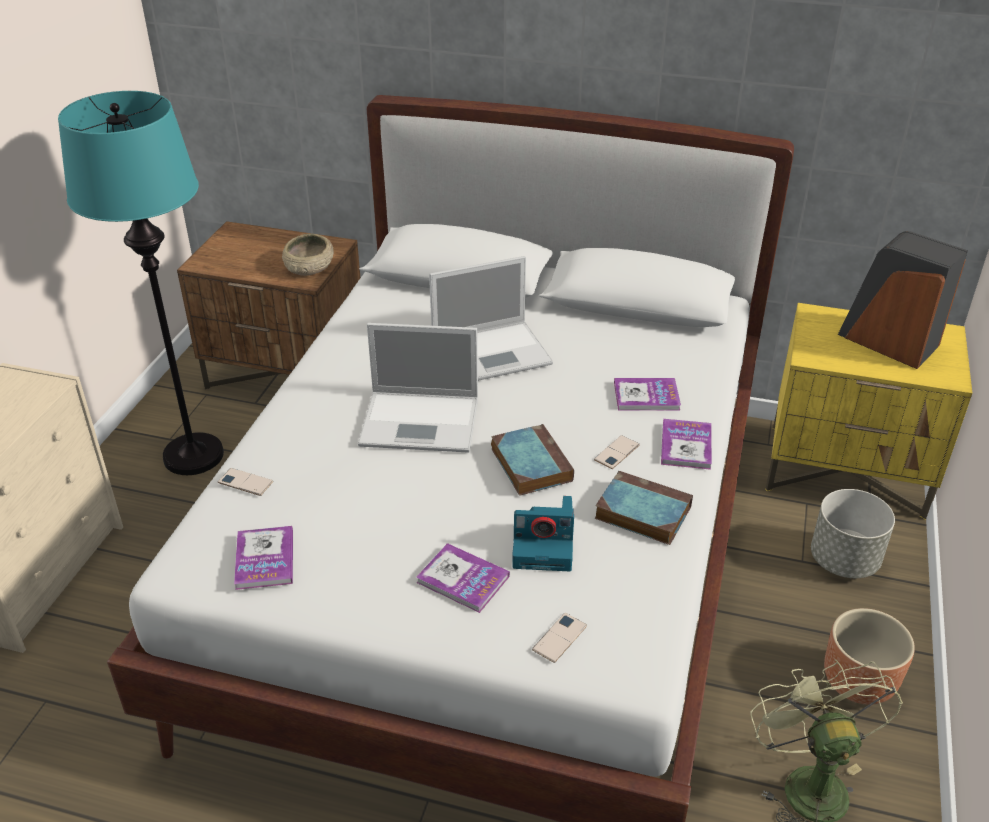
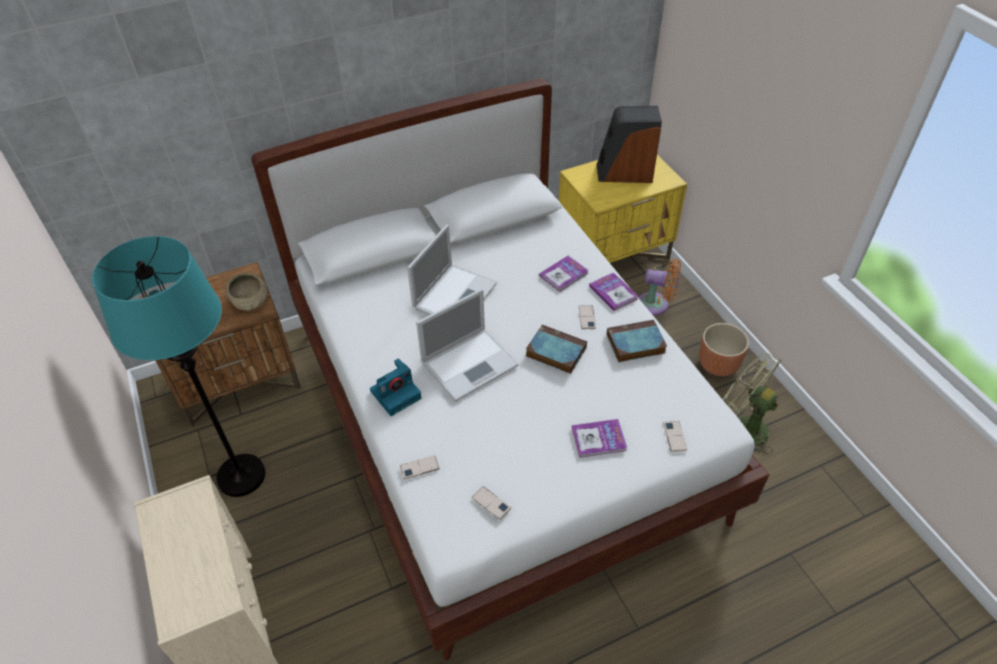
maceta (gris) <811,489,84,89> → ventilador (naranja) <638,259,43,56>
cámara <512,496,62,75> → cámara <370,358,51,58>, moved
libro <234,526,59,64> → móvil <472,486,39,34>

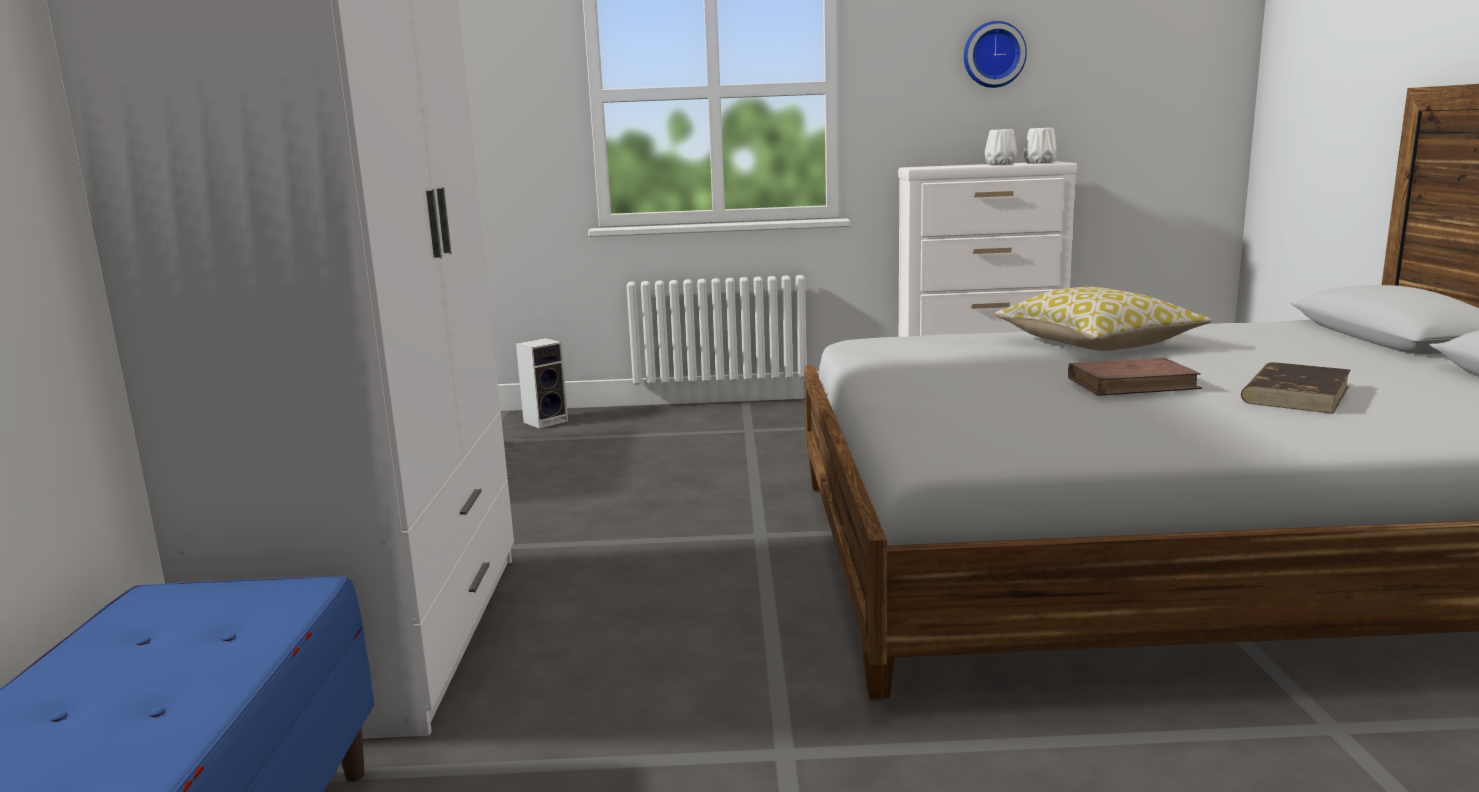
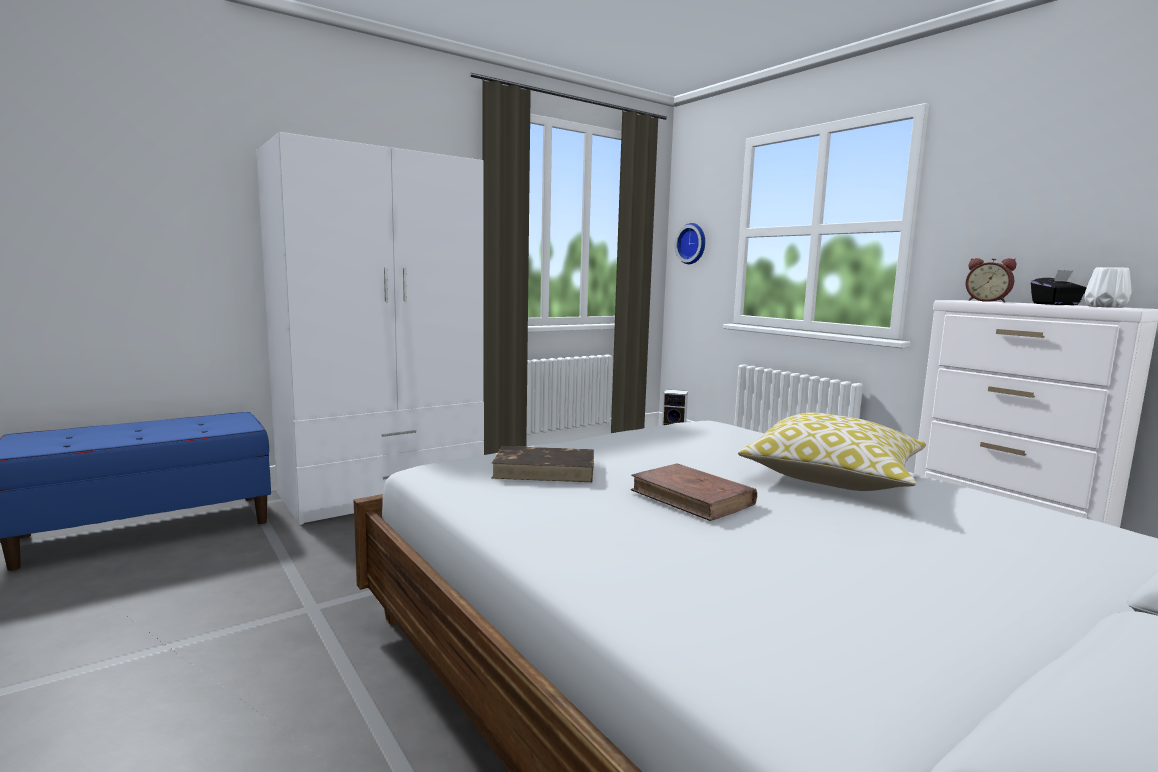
reloj de pared <964,21,63,67> → reloj de pared <675,223,30,41>, moved
florero (blanco) <985,129,32,36> → caja de pañuelos (negro) <1031,270,56,35>
libro (marrón) <1241,362,110,52> → libro (marrón) <491,446,103,36>, moved
- → despertador <965,258,52,44>

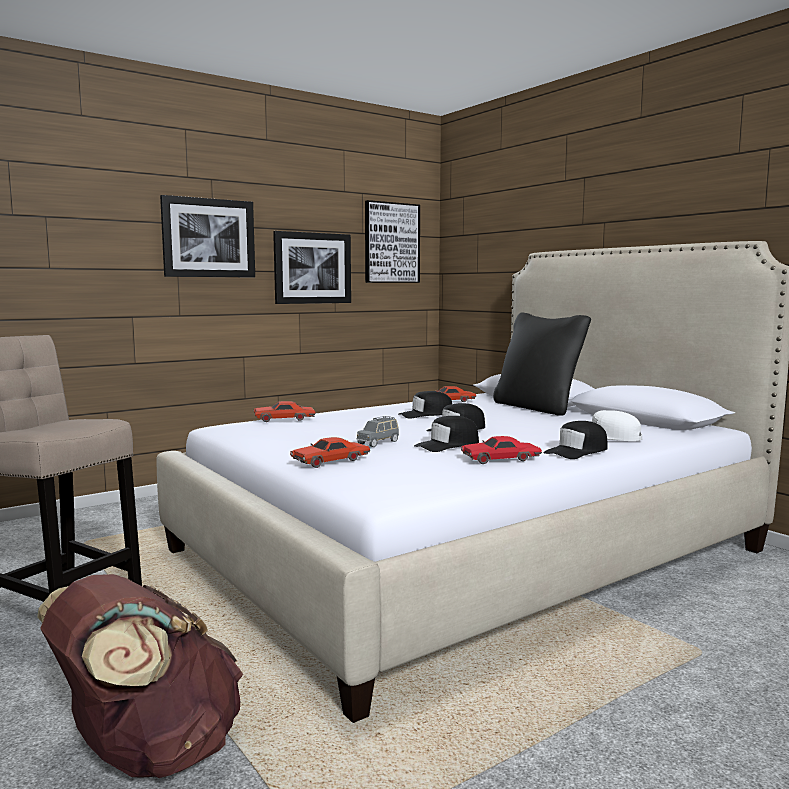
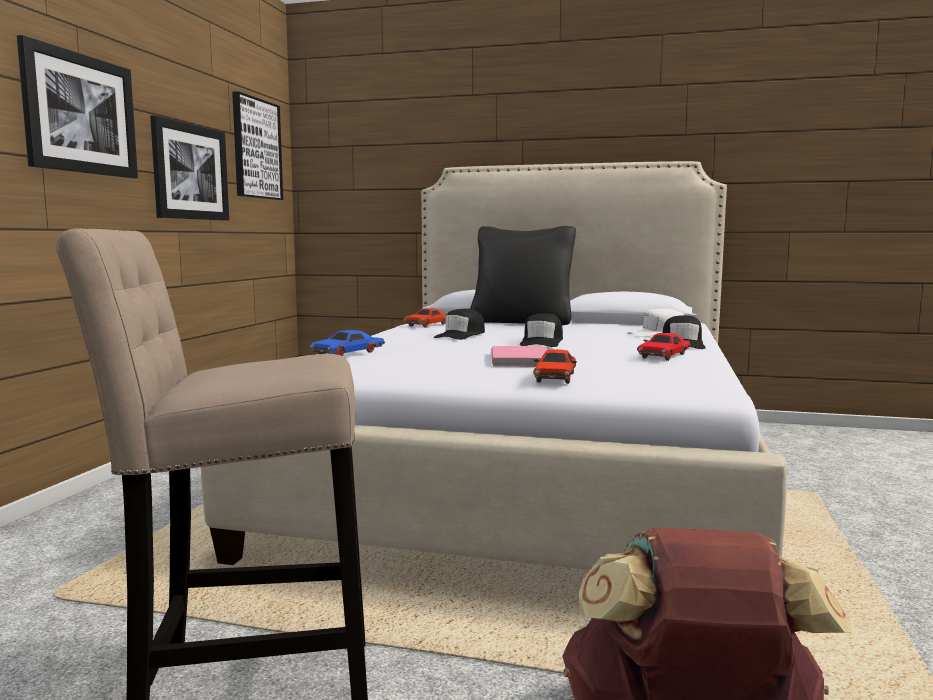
coche de juguete (rojo) <254,401,62,21> → coche de juguete (azul) <310,330,75,26>
coche de juguete (gris) <356,416,43,31> → libro (rosa) <491,346,57,21>
gorra (negro) <414,416,65,36> → -

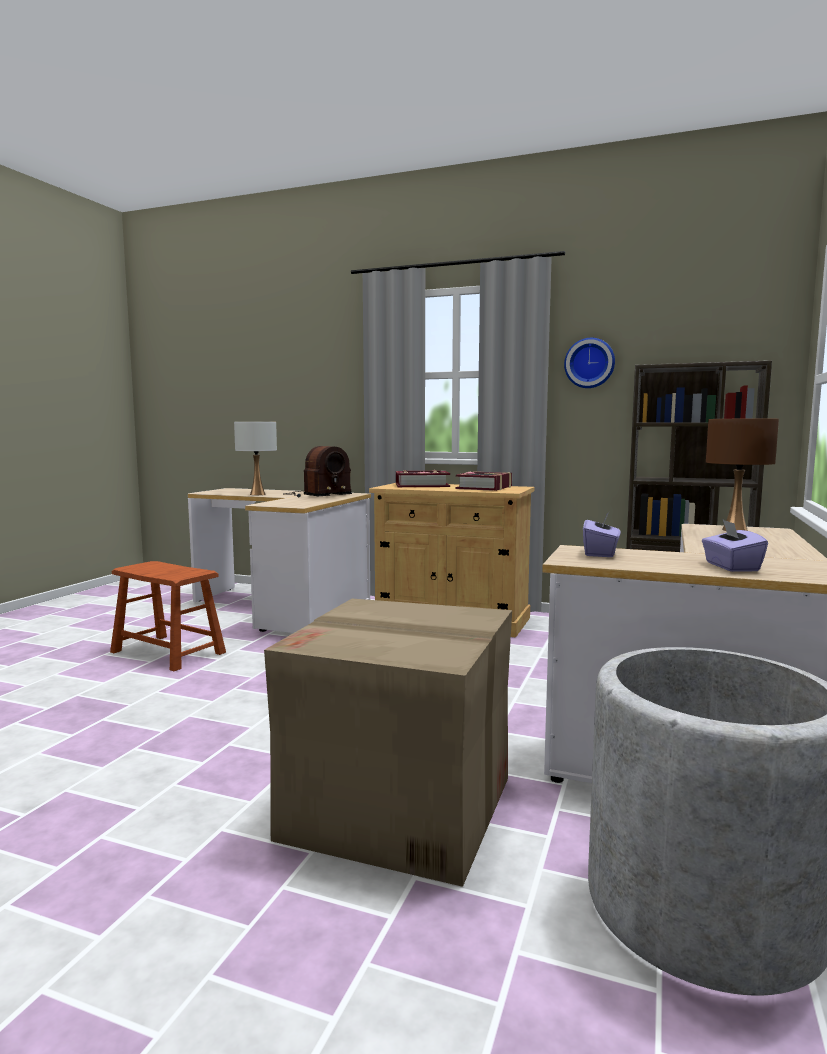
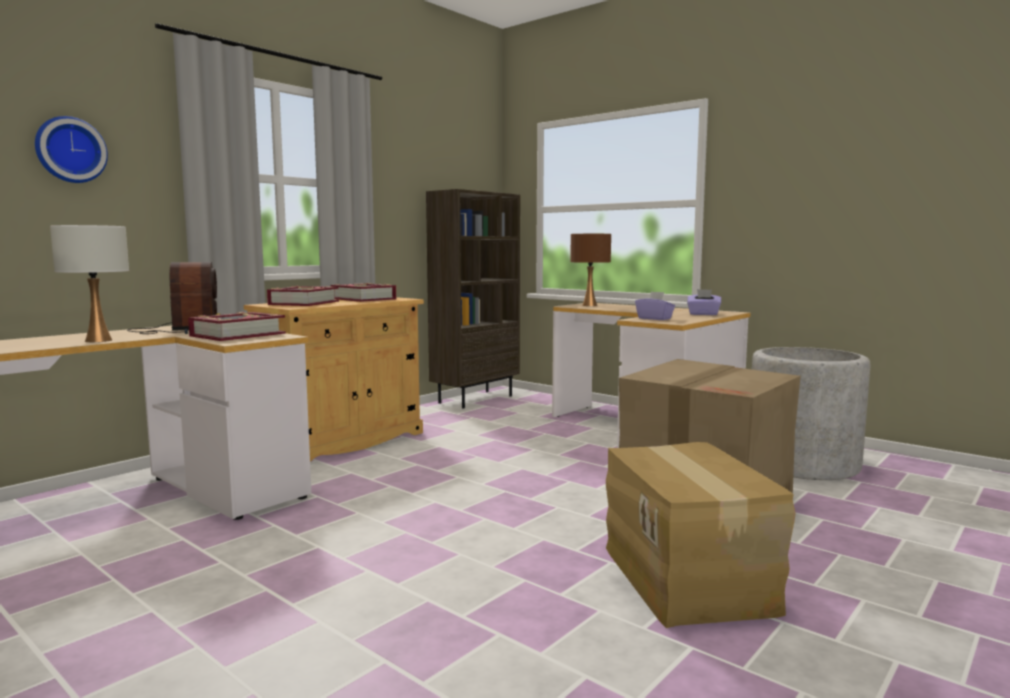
reloj de pared <564,338,51,50> → reloj de pared <35,116,73,67>, moved
taburete (marrón) <110,561,116,110> → -
- → libro <188,312,98,29>
- → caja de cartón <606,442,189,186>

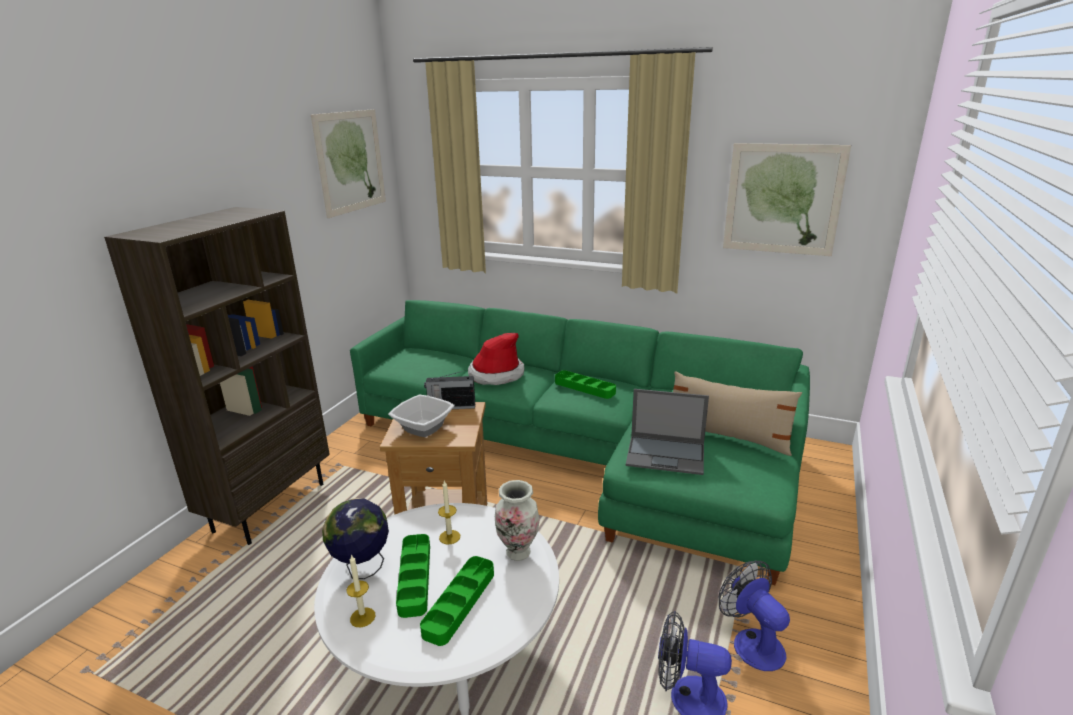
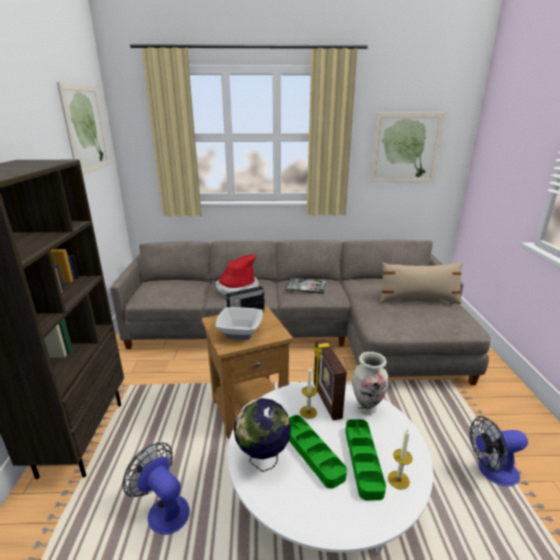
sofá (verde) <350,300,460,285> → sofá (gris) <110,240,381,145>
bandeja (verde) <555,370,61,29> → libro <286,278,40,16>
portátil <626,389,83,86> → -
vela <347,554,28,73> → vela <388,429,25,61>, moved
ventilador <719,561,71,110> → ventilador <122,442,68,93>, moved
- → portarretratos <314,339,33,82>

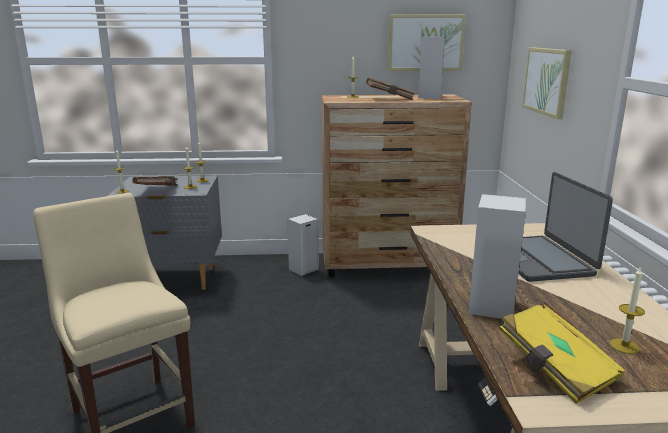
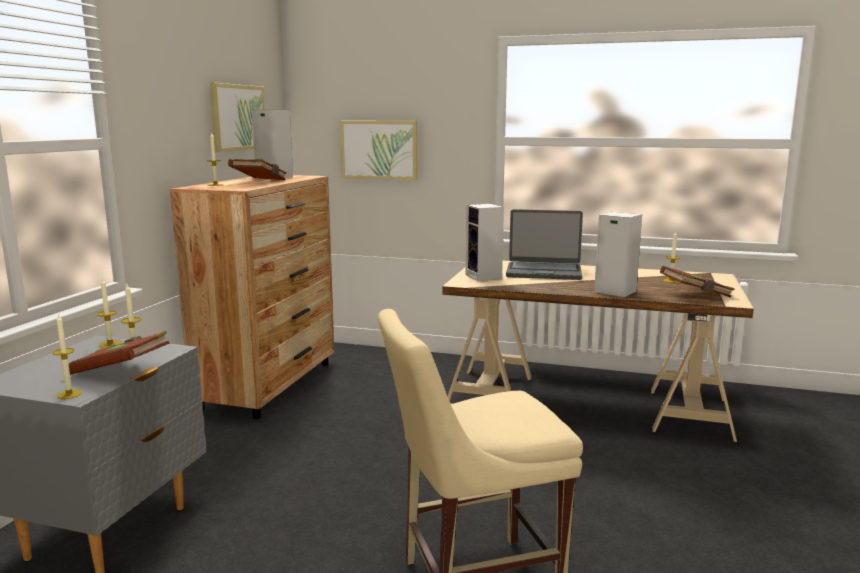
altavoz <287,214,32,62> → altavoz <466,204,38,77>, moved
libro (amarillo) <499,302,126,102> → libro (marrón) <660,266,75,32>

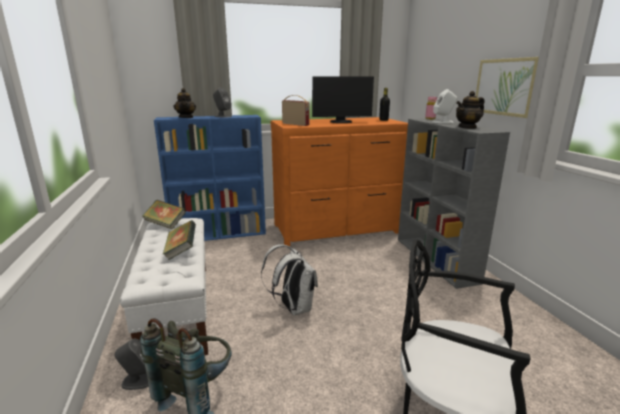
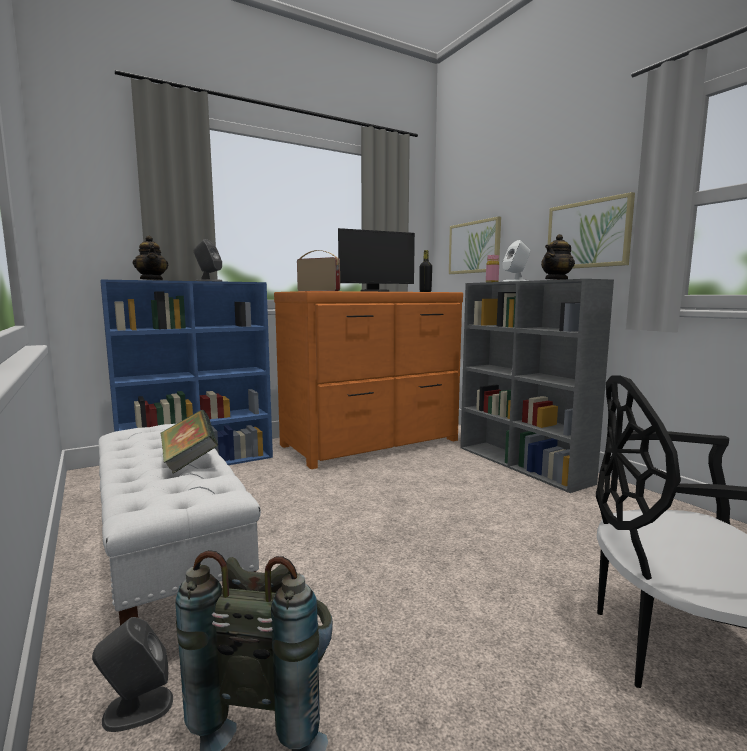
libro <142,200,44,30> → -
mochila (blanco) <261,244,57,72> → -
- → cuadro <449,216,52,58>

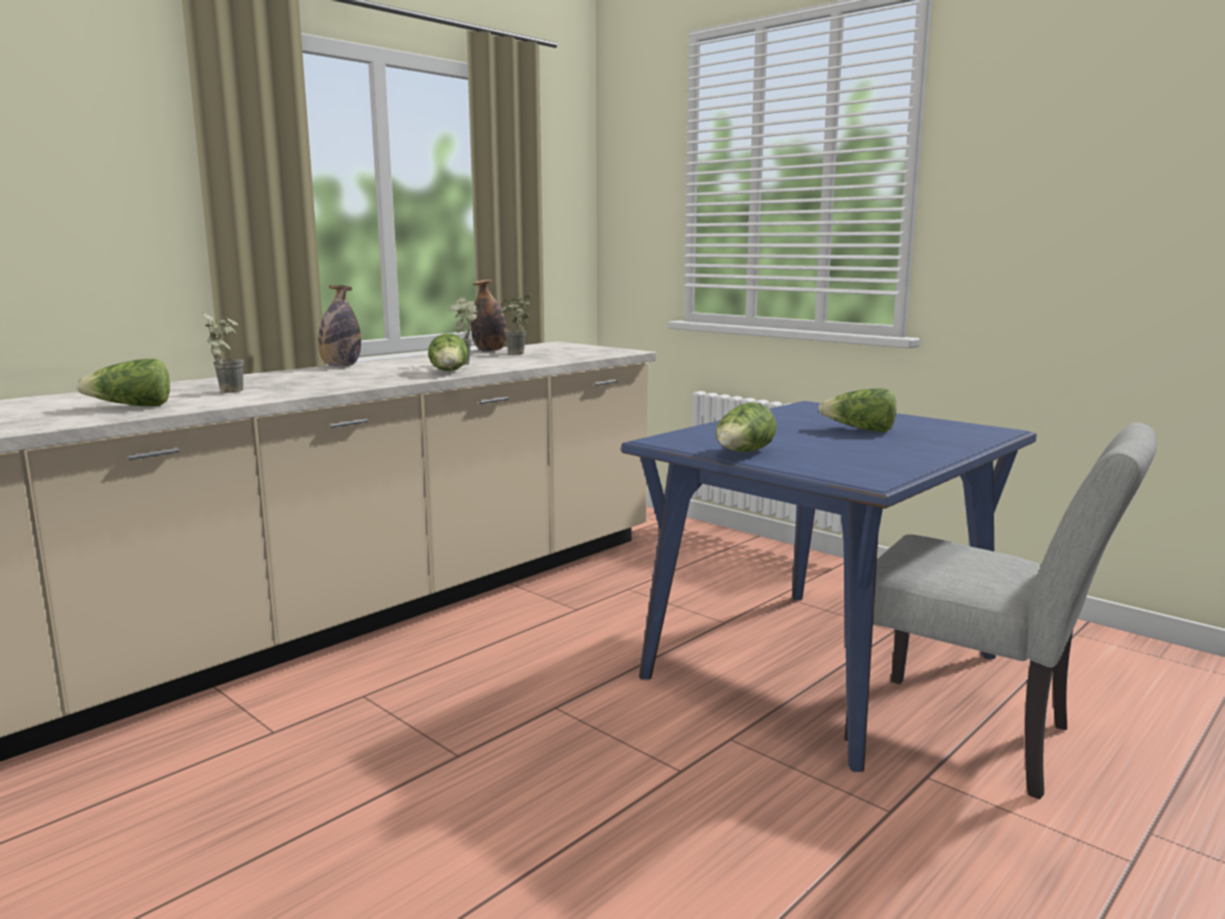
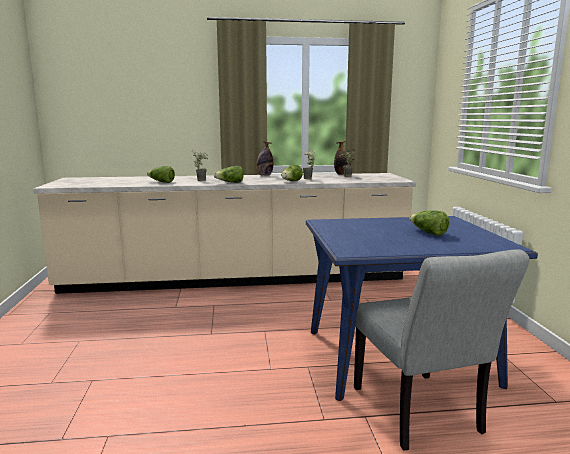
lechuga <716,402,61,50> → lechuga <214,166,30,17>, moved

